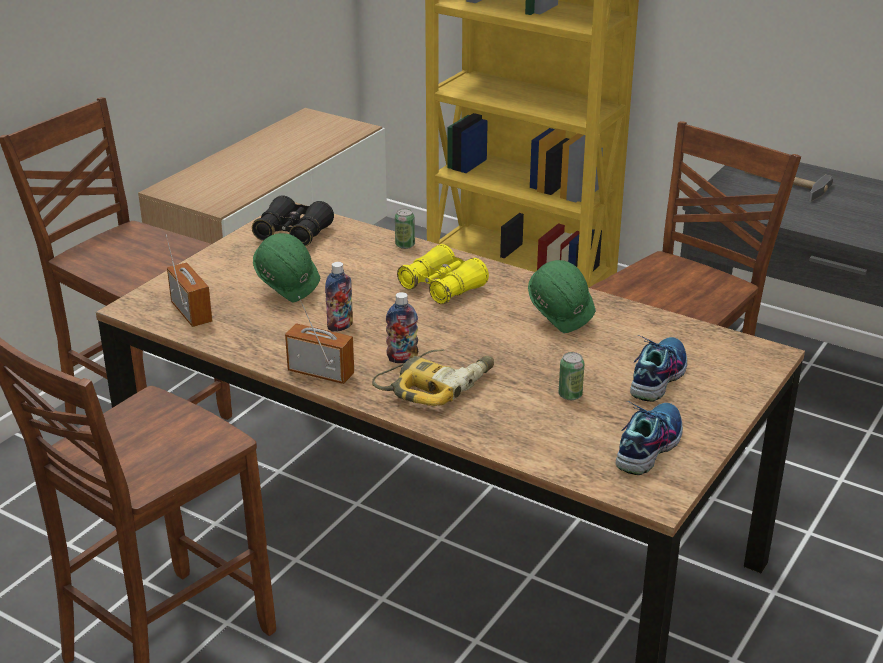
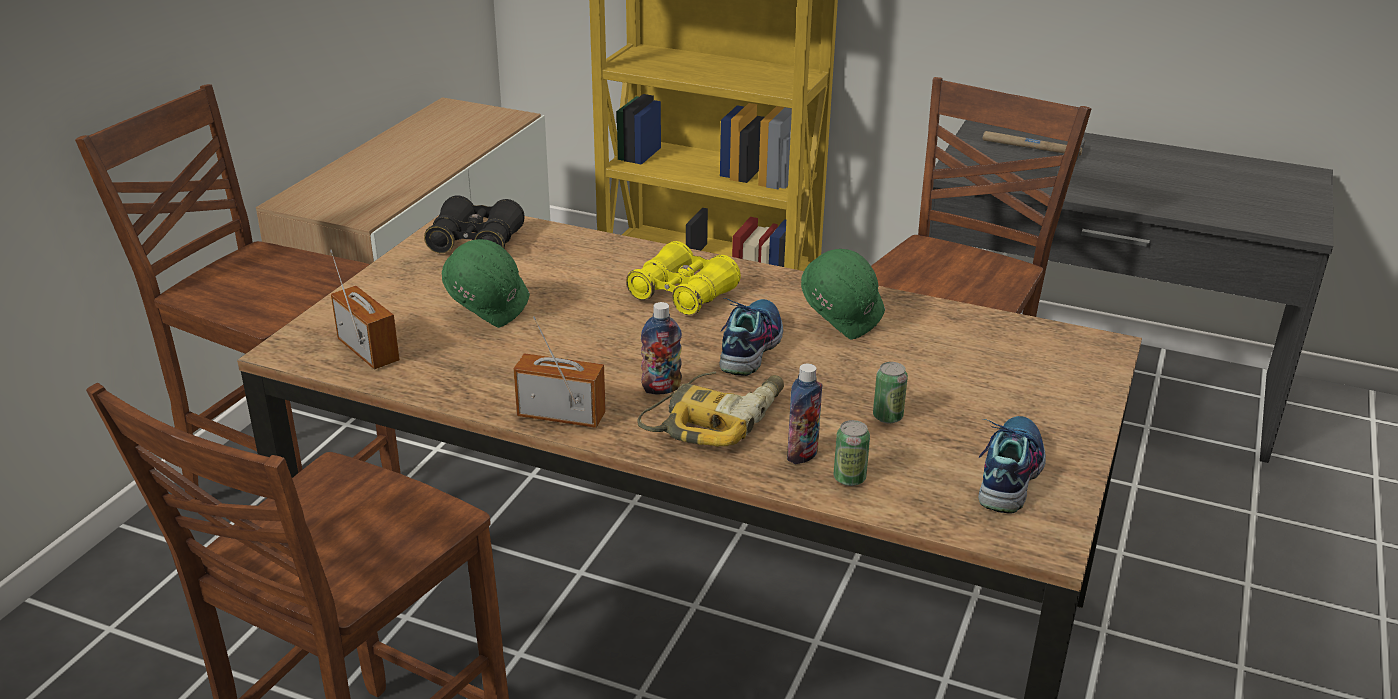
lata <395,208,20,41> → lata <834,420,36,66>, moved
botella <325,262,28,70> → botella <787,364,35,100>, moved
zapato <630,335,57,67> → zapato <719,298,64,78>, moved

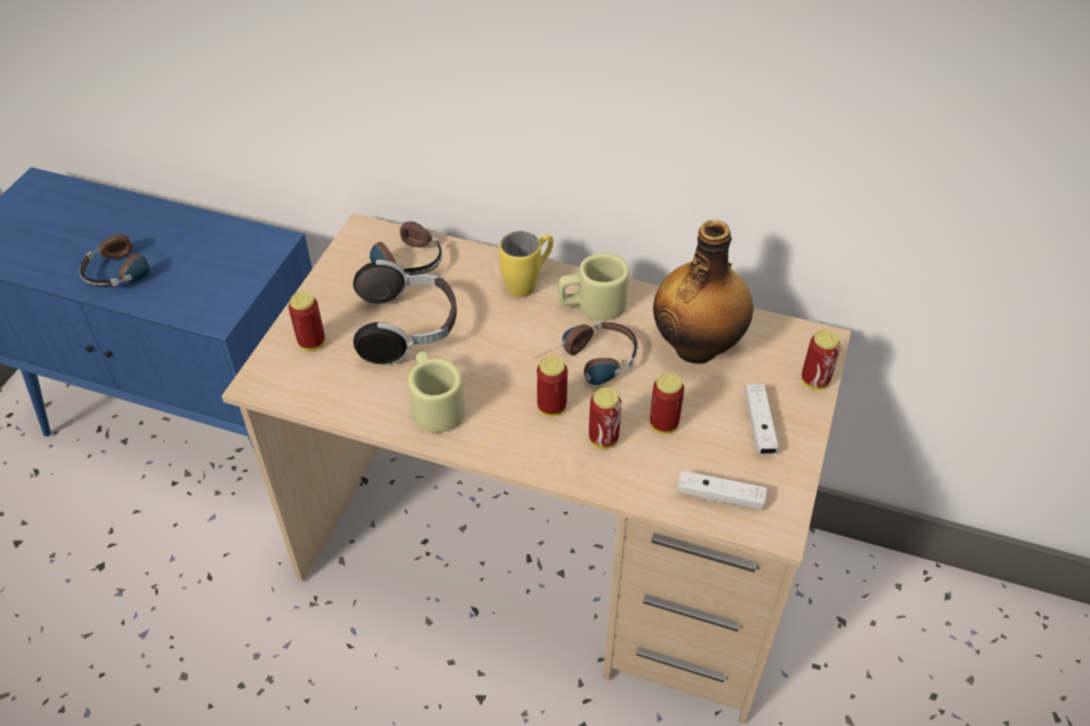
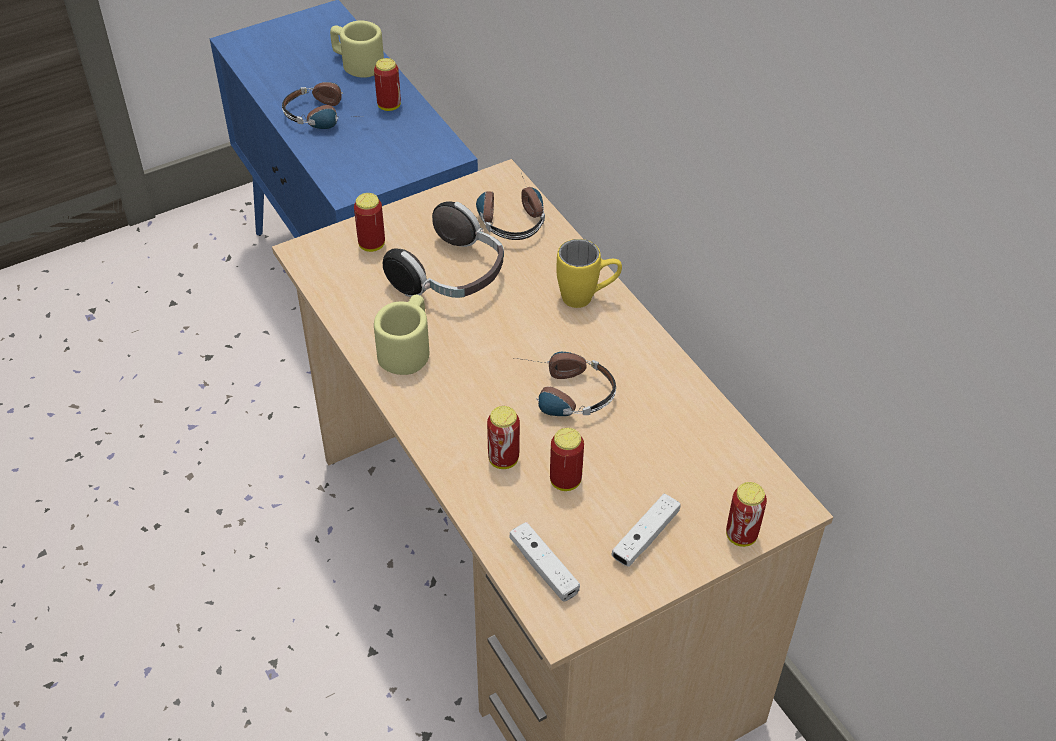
botella <653,220,100,144> → -
taza grande (beis) <558,253,71,67> → taza grande (beis) <330,21,54,57>, moved
lata <537,356,31,60> → lata <374,58,27,53>, moved

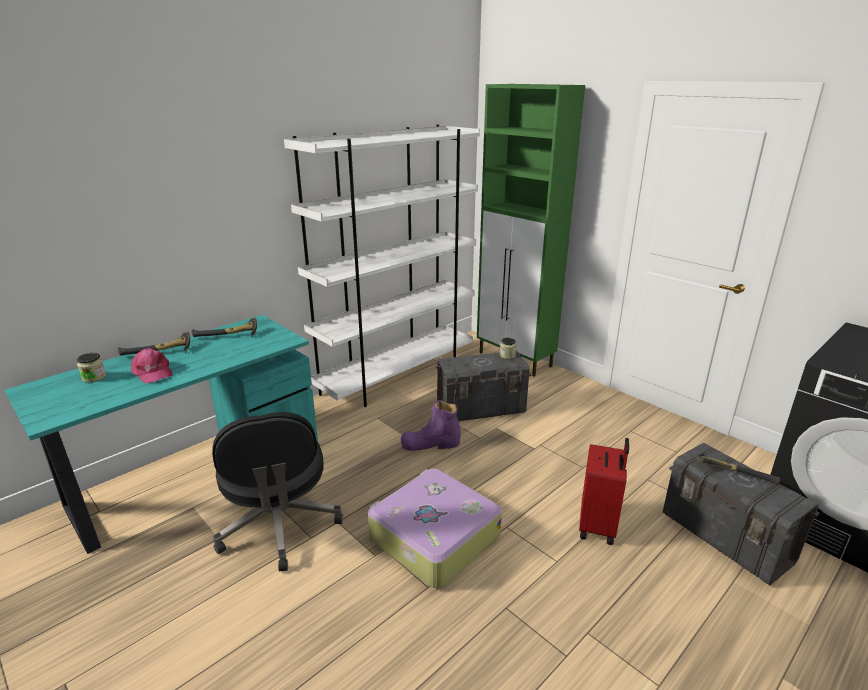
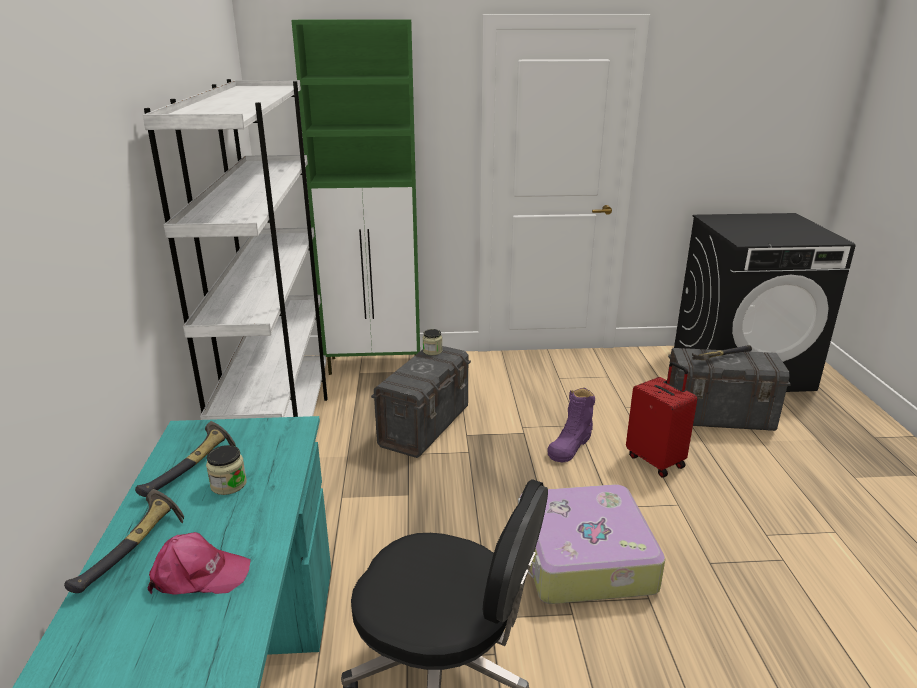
tarro <77,353,29,30> → tarro <206,445,41,50>, moved
bota (morado) <401,400,60,51> → bota (morado) <547,388,48,74>, moved

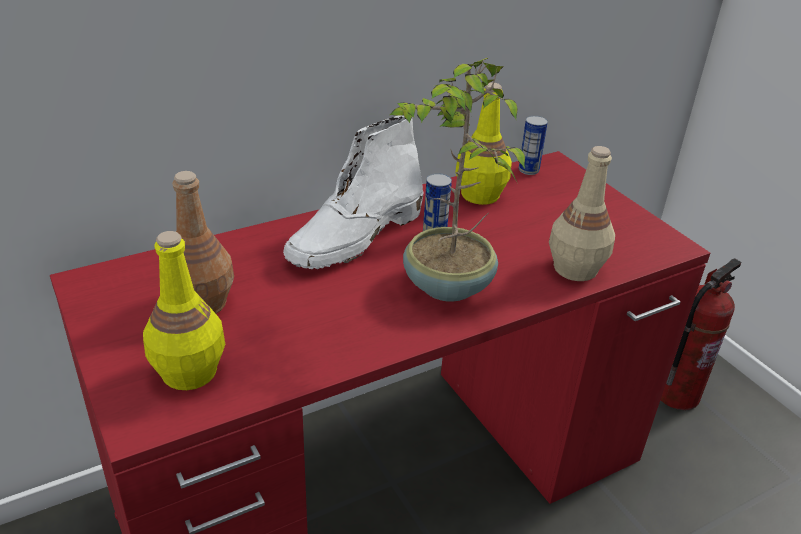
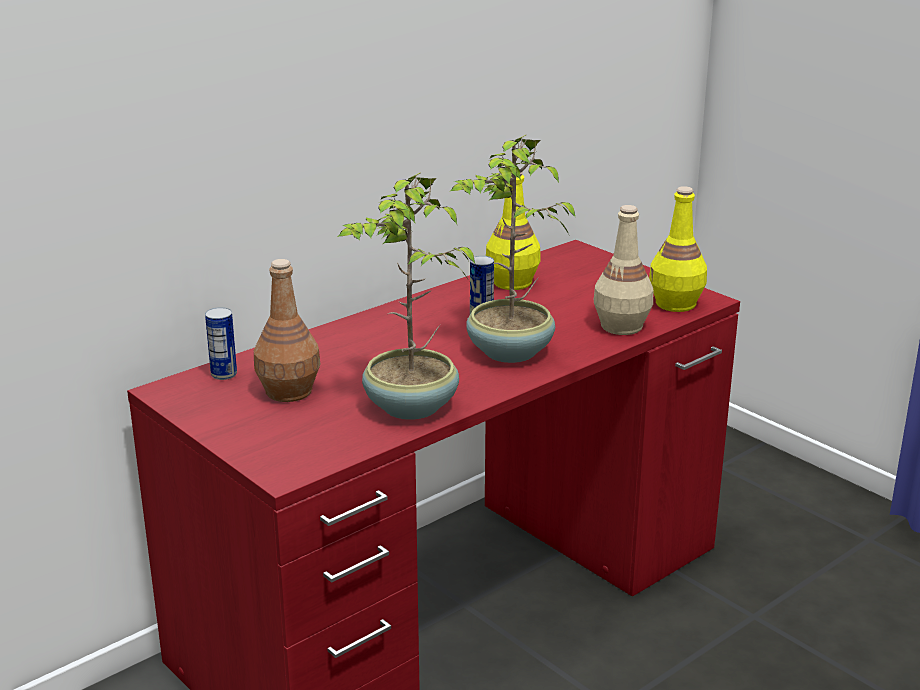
bota (blanco) <283,115,140,154> → -
lata <519,116,29,59> → lata <205,307,32,73>, moved
botella (amarillo) <143,231,82,159> → botella (amarillo) <649,186,58,126>, moved
extintor <661,258,80,152> → -
- → planta en maceta <338,172,137,248>

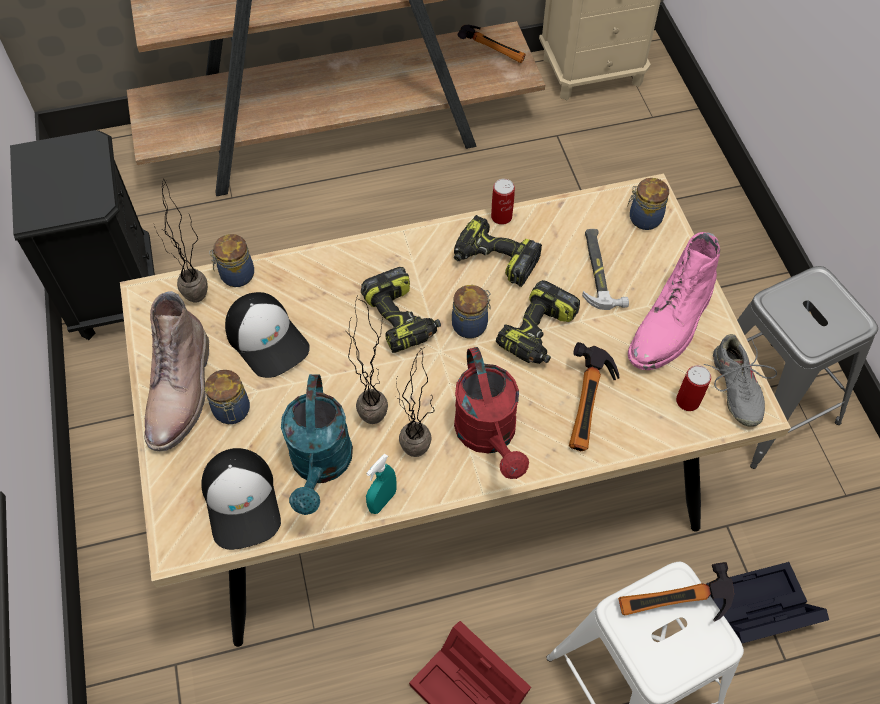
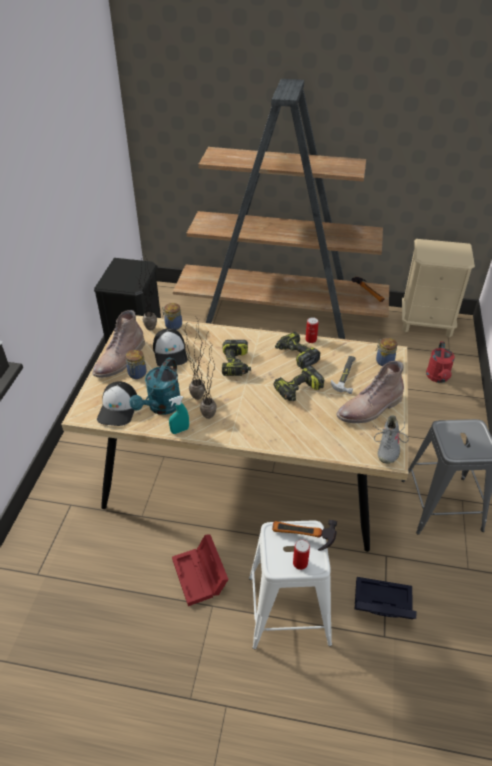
bota (rosa) <628,232,92,138> → bota (marrón) <336,361,68,62>
tarro <452,285,39,53> → -
martillo <569,342,51,109> → -
regadera (rojo) <454,347,75,132> → regadera (rojo) <426,341,29,42>, moved
lata <676,365,35,46> → lata <293,539,17,31>, moved

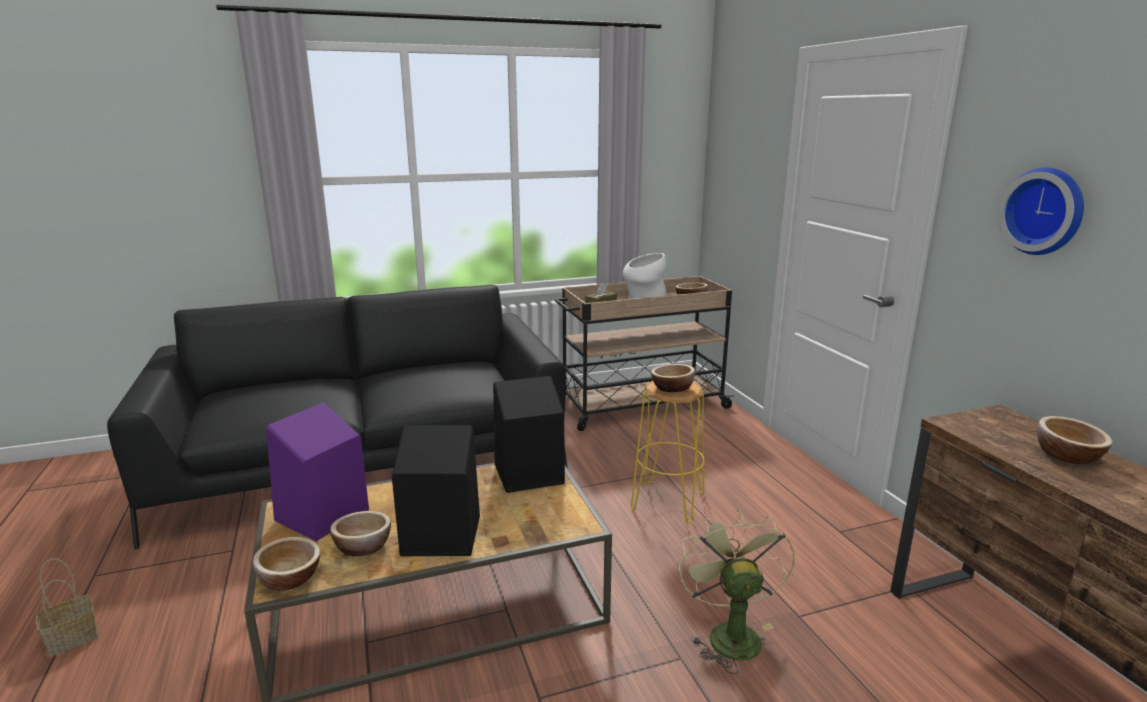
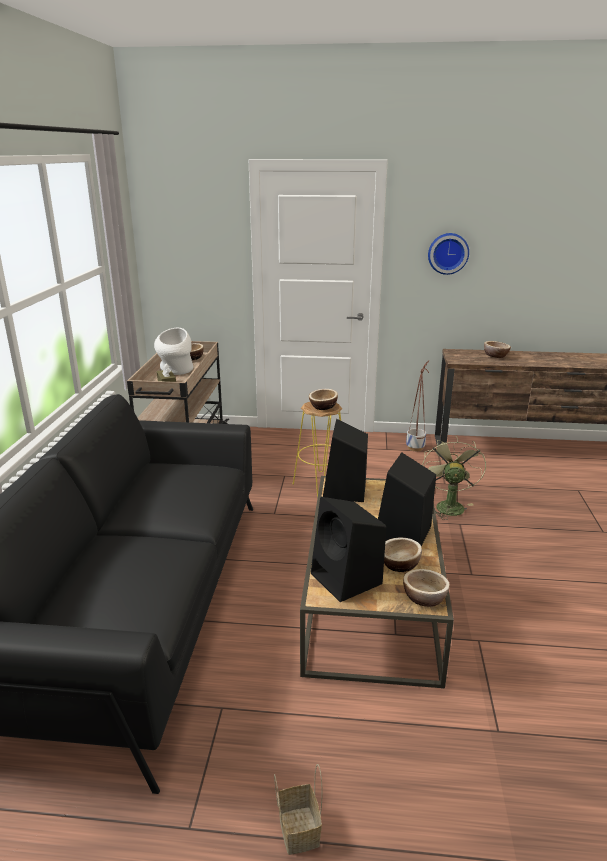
altavoz (morado) <266,403,103,138> → altavoz (negro) <311,497,75,105>
ventilador (verde) <679,510,116,164> → ventilador (verde) <422,436,64,84>, 75 degrees clockwise
- → maceta <406,361,23,90>

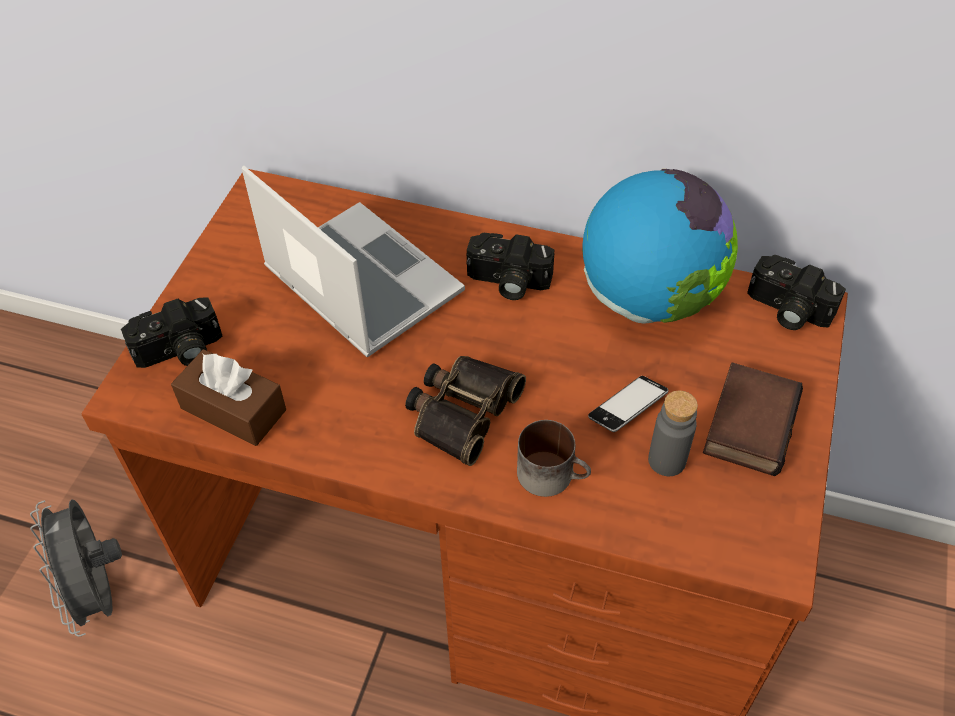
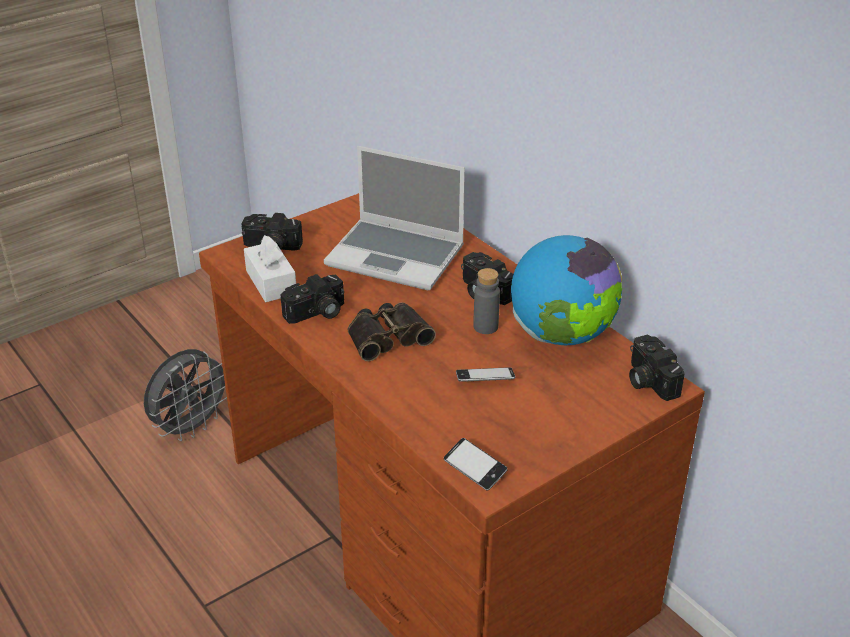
portátil <242,166,223,192> → portátil <324,146,141,144>, 120 degrees clockwise
caja de pañuelos (marrón) <171,349,115,97> → caja de pañuelos (blanco) <244,235,52,67>
libro <703,363,100,113> → -
botella (gris) <648,391,50,85> → botella (gris) <473,268,27,66>, moved
taza grande <517,420,74,77> → -
ventilador (gris) <30,499,92,138> → ventilador (gris) <144,349,83,92>, 150 degrees counterclockwise
- → cámara <280,274,64,50>
- → móvil <444,438,64,52>

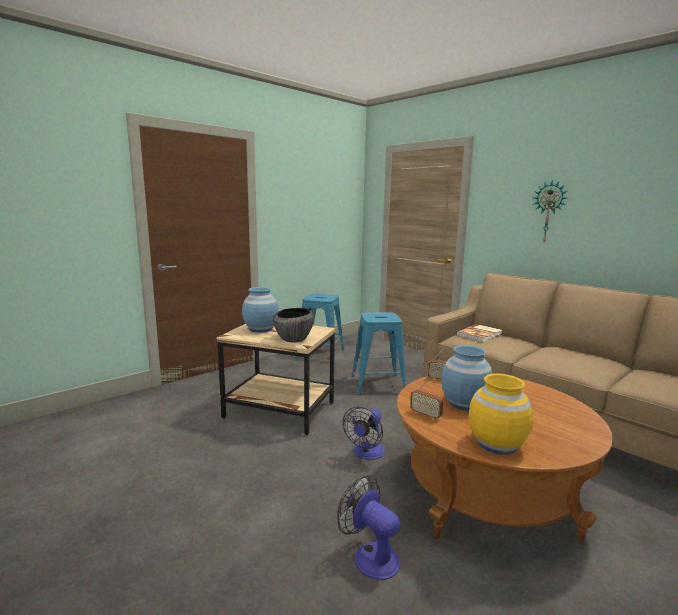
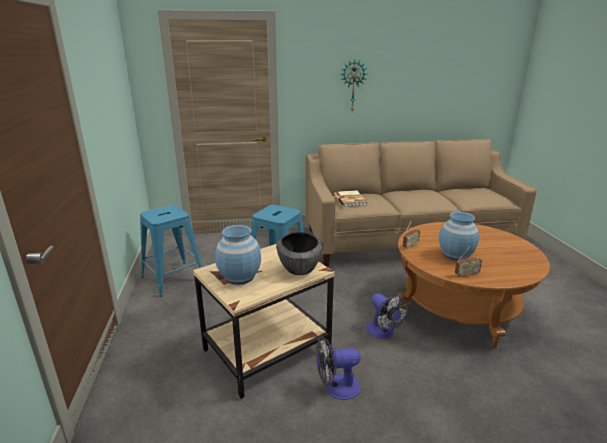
florero (amarillo) <469,373,64,82> → -
ventilador <337,475,64,105> → ventilador <316,337,45,63>, moved

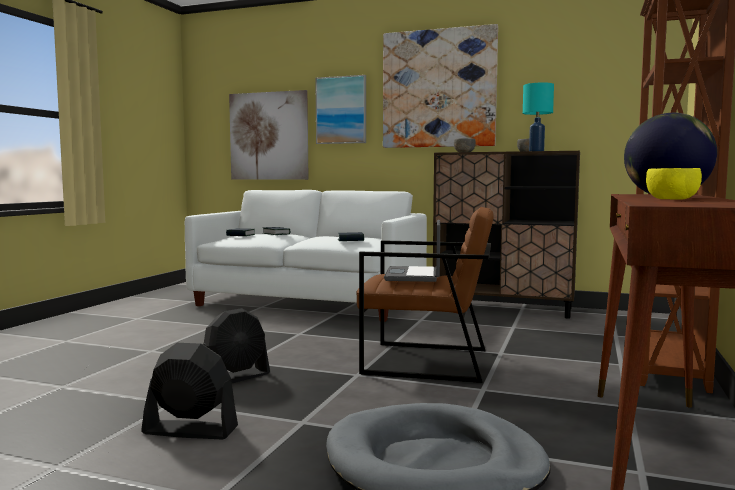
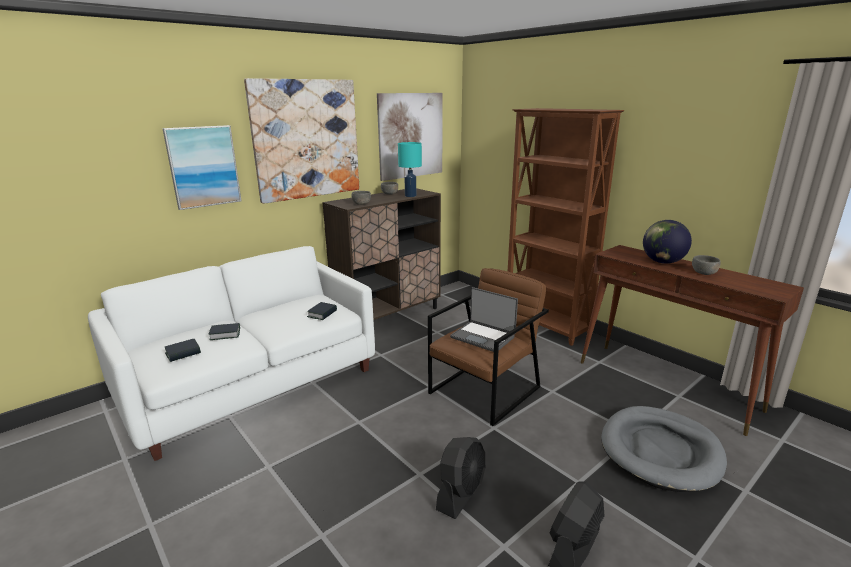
cuadro <229,90,79,90> → cuadro <377,93,66,88>, moved
cuenco (amarillo) <646,168,56,32> → cuenco (gris) <692,255,29,20>
ventilador (negro) <203,308,67,75> → ventilador (negro) <436,437,49,82>, 45 degrees clockwise

